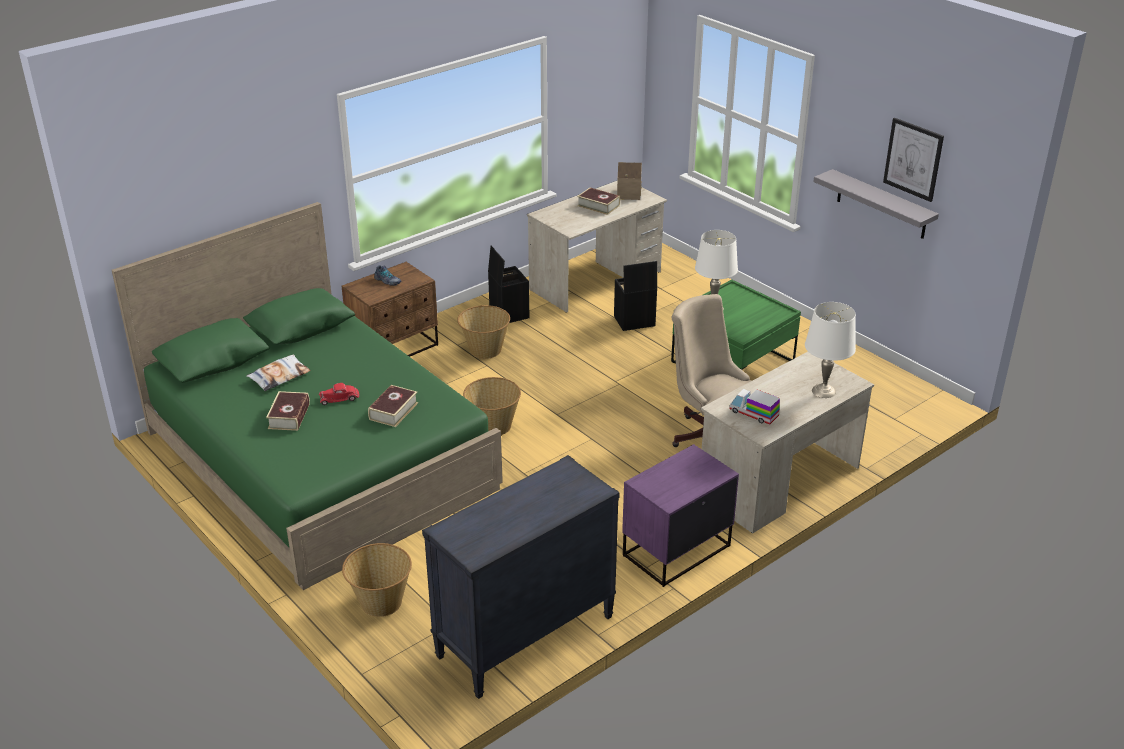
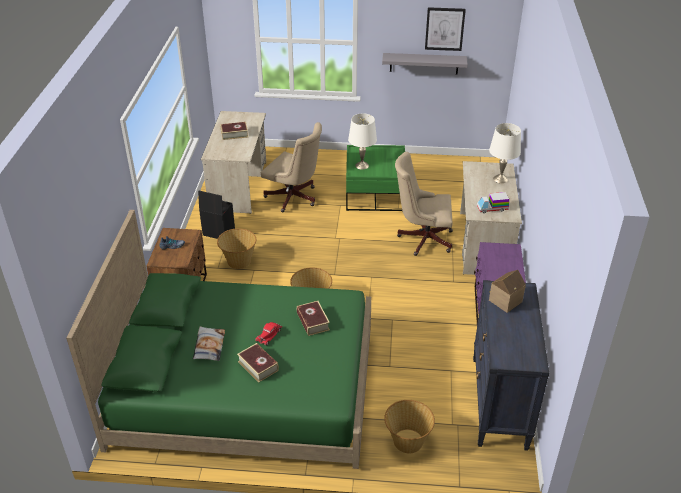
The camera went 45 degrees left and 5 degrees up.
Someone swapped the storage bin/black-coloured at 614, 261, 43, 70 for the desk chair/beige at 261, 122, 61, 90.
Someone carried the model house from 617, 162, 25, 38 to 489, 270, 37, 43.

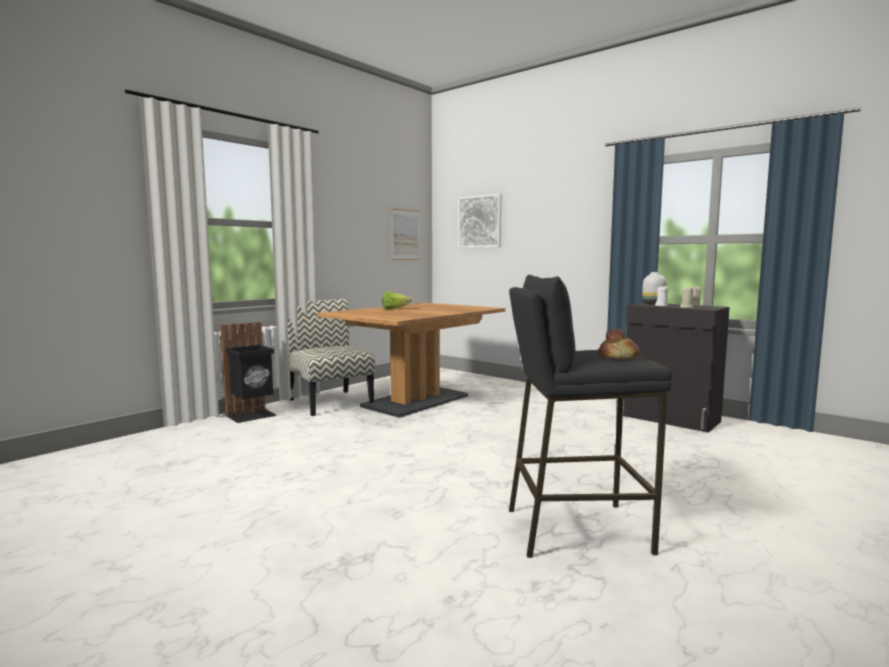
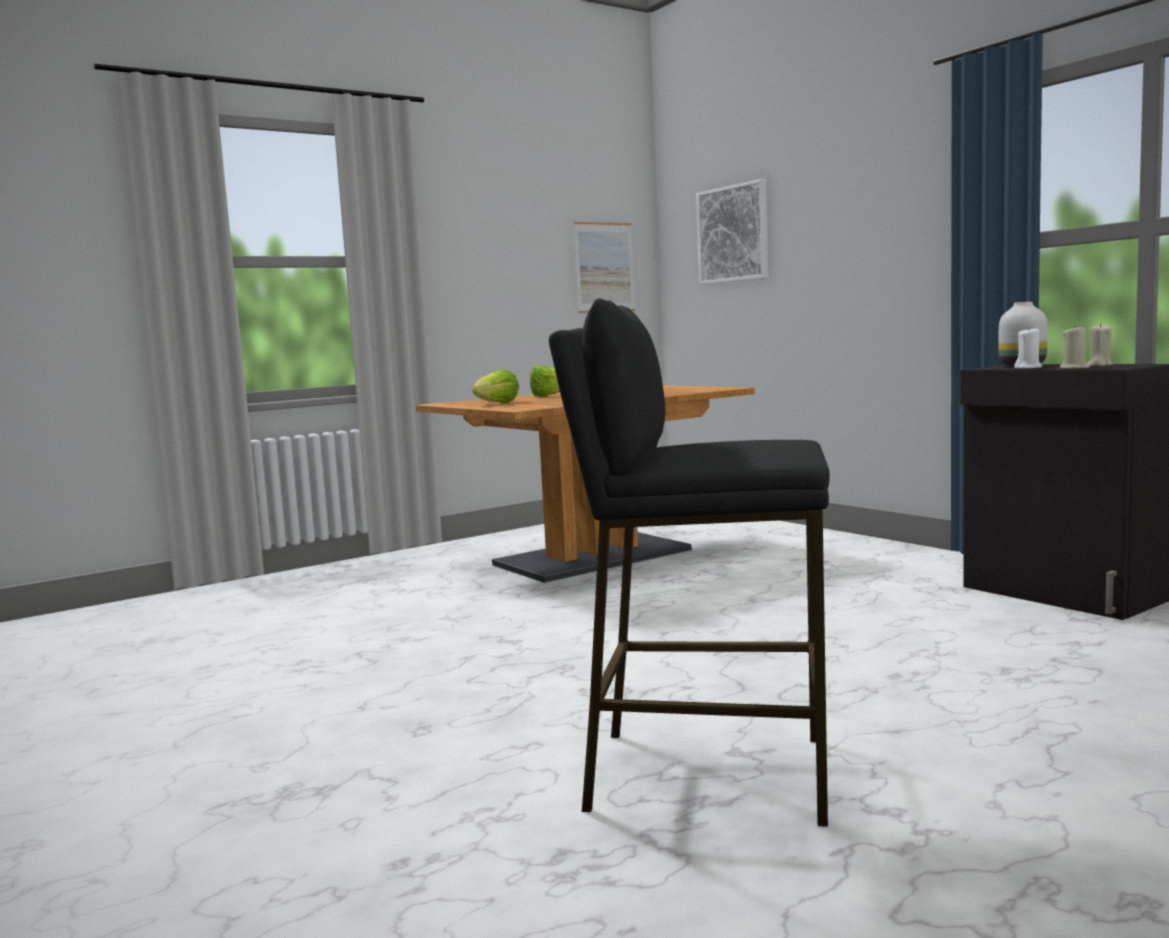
The camera went 15 degrees right and 0 degrees up.
Someone took away the waste bin/black-coloured at 220, 322, 57, 101.
Someone took away the plain chair at 288, 299, 87, 117.
Someone took away the bakery bread at 599, 328, 41, 31.
Someone put down the lettuce at 472, 369, 47, 34.

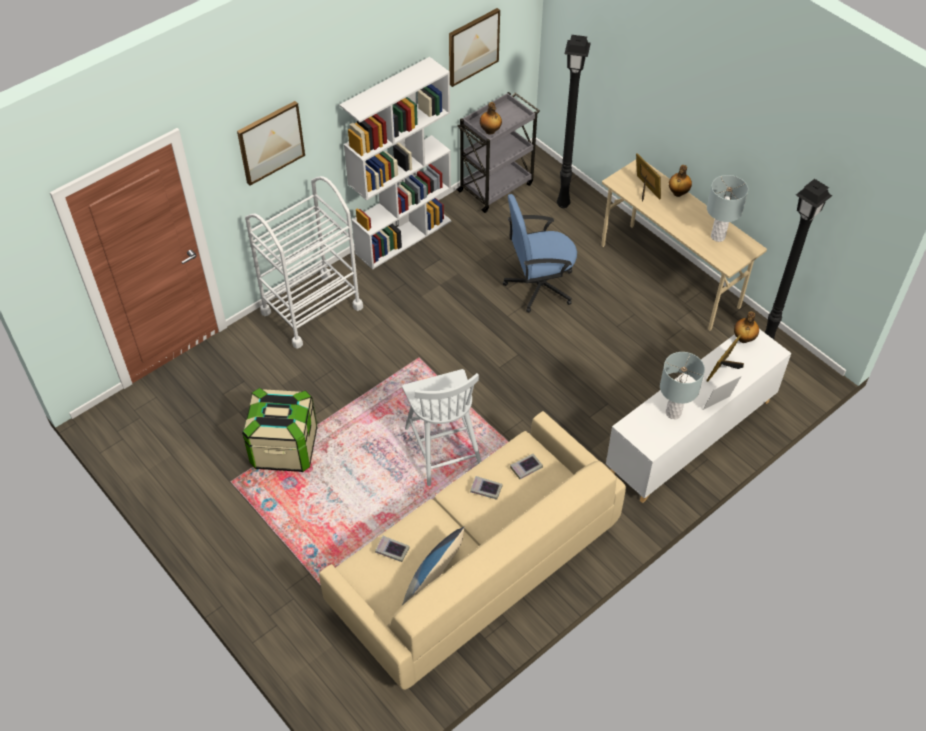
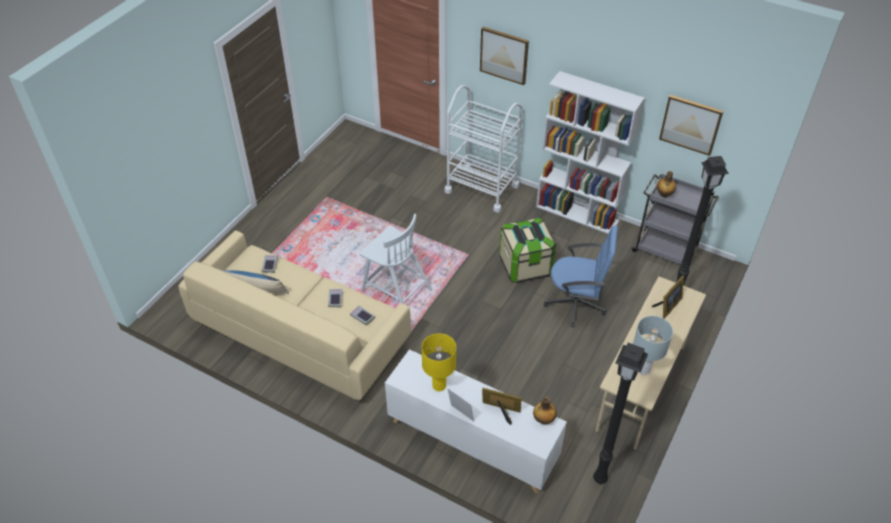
The camera went 70 degrees right and 5 degrees down.
Someone carried the storage bin from 242, 388, 76, 84 to 499, 217, 57, 66.
Someone rotated the plain chair/white at 402, 369, 80, 117 by 105 degrees counterclockwise.
Someone rotated the desk chair/blue at 503, 194, 74, 119 by 135 degrees clockwise.
Someone repainted the tabletop lamp/gray at 660, 352, 45, 67, which became the tabletop lamp/yellow-coloured at 421, 333, 35, 59.
Someone took away the drink bottle at 669, 165, 23, 32.

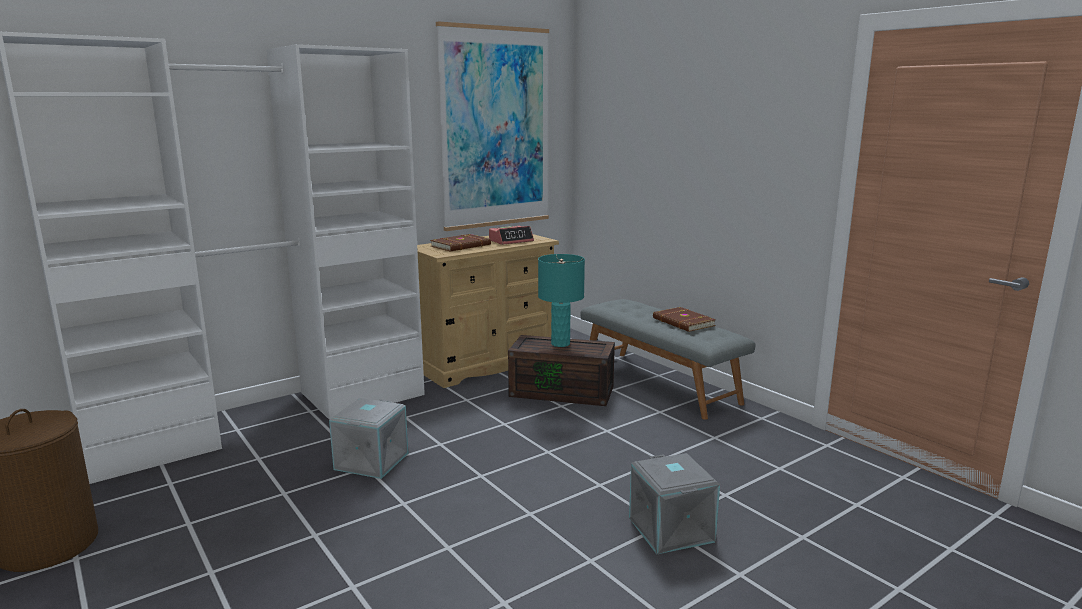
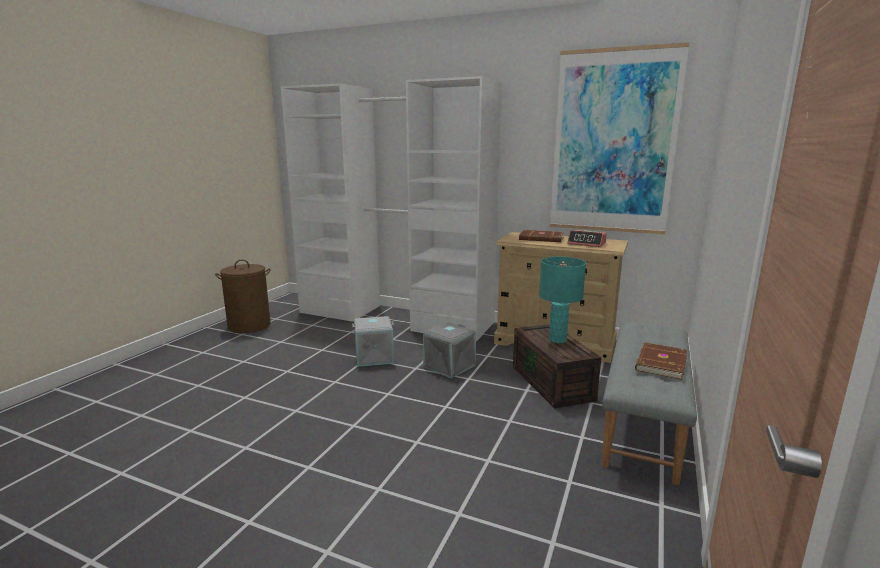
The camera went 60 degrees right and 0 degrees up.
Someone carried the storage bin/gray from 629, 453, 91, 101 to 423, 322, 53, 56.

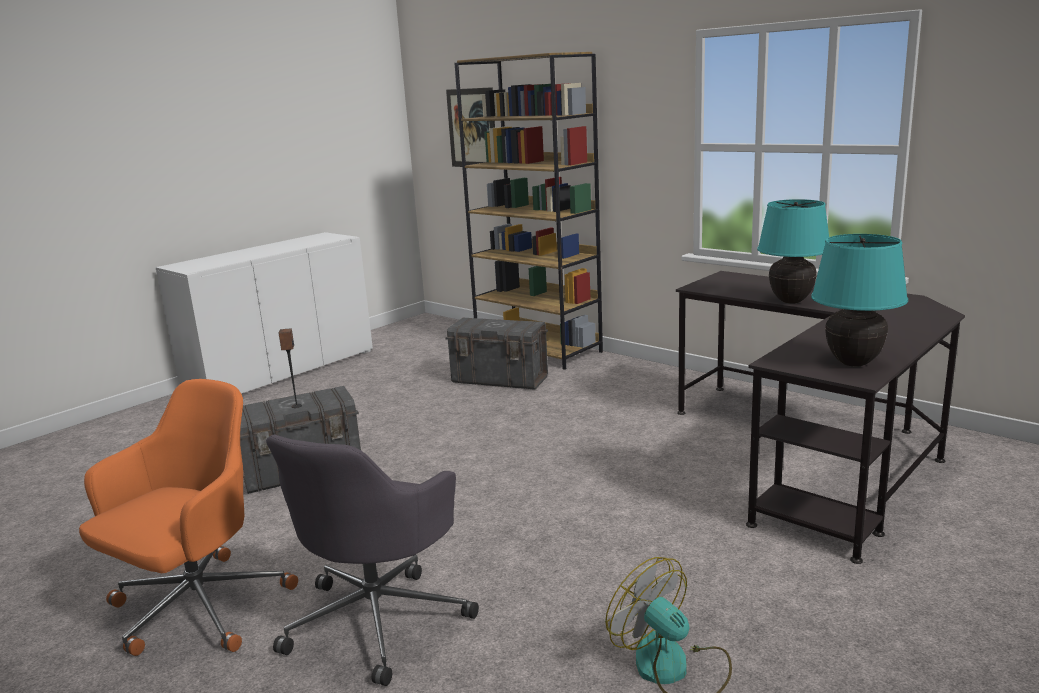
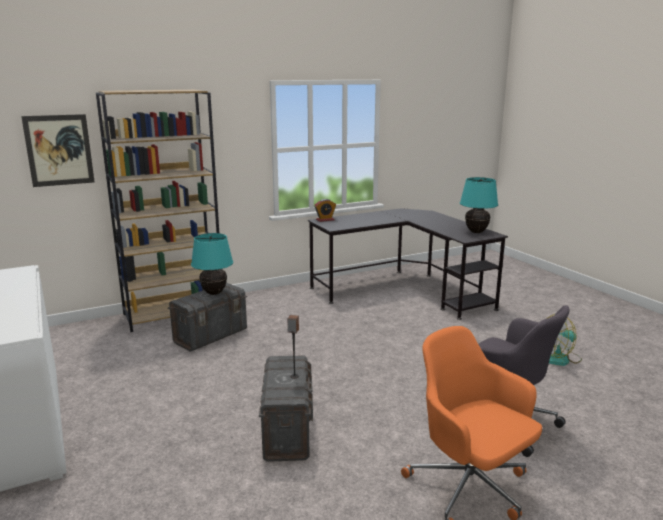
The camera went 70 degrees left and 0 degrees up.
Someone carried the tabletop lamp/blue-green from 757, 199, 72, 105 to 191, 233, 42, 62.
Someone put down the table clock at 314, 199, 22, 23.

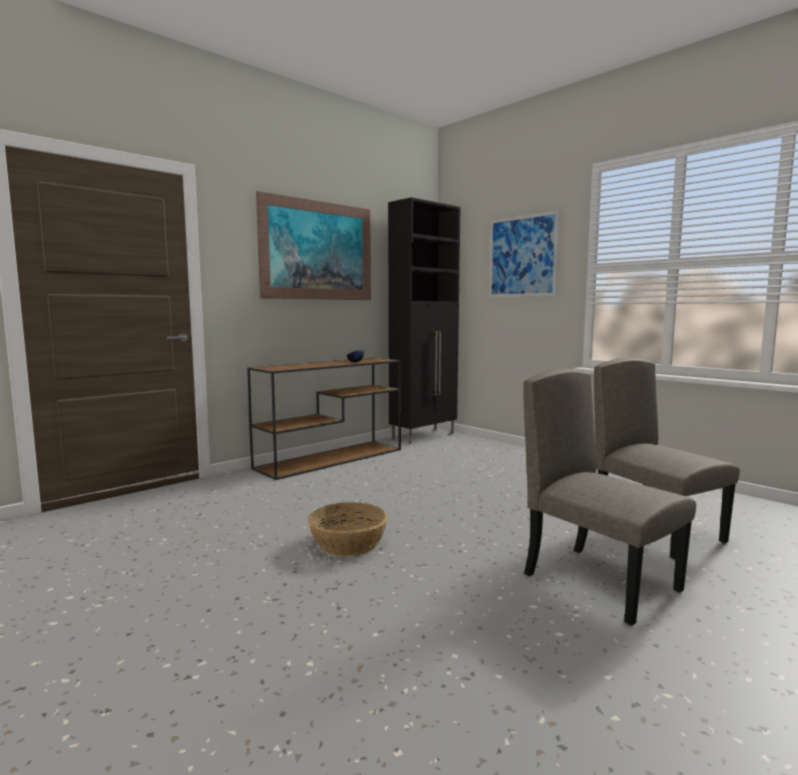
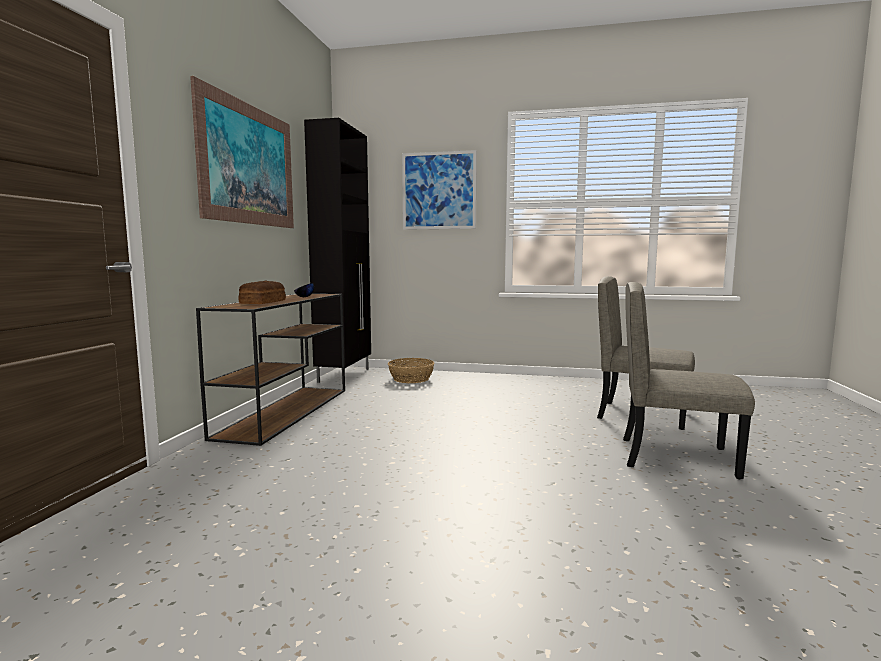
The camera went 35 degrees left and 0 degrees up.
Someone carried the basket from 308, 502, 80, 55 to 388, 358, 47, 25.
Someone put down the bakery bread at 239, 281, 47, 23.

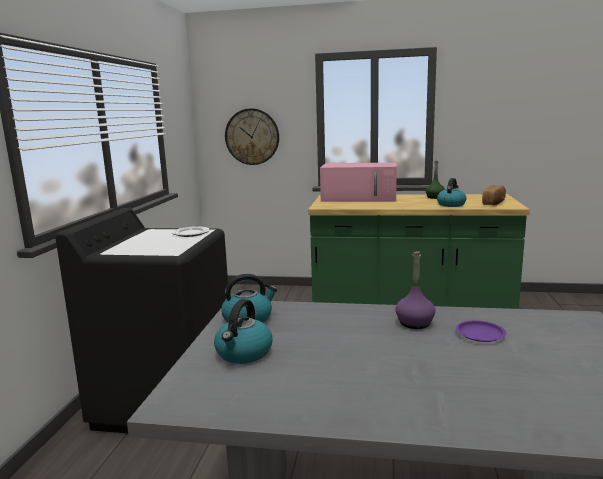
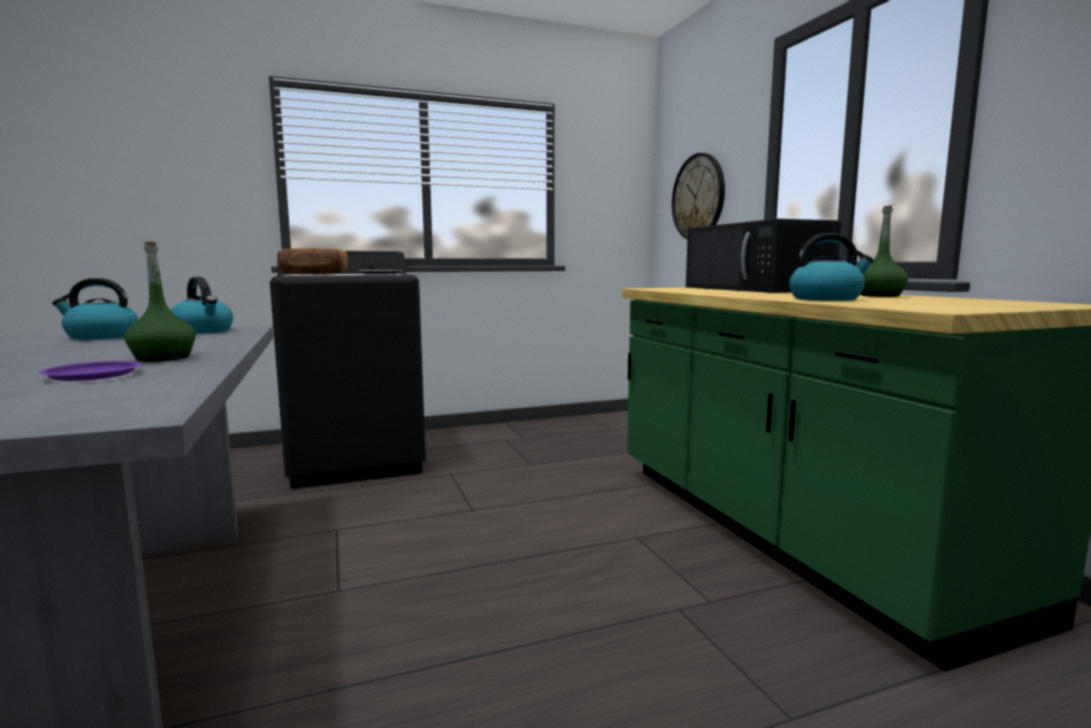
The camera went 60 degrees right and 5 degrees down.
Someone repainted the microwave/pinkish at 320, 162, 77, 40, which became the microwave/black-coloured at 686, 219, 156, 74.
Someone repainted the drink bottle/purple-coloured at 395, 251, 41, 78, which became the drink bottle/green at 124, 242, 72, 120.
Someone carried the bakery bread from 482, 185, 24, 21 to 278, 248, 70, 27.

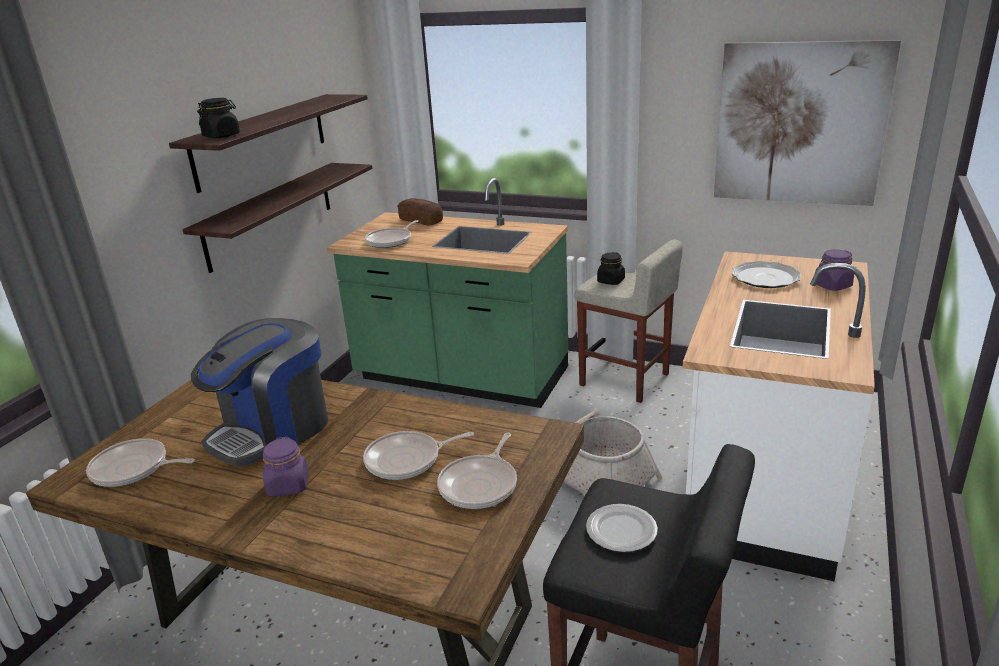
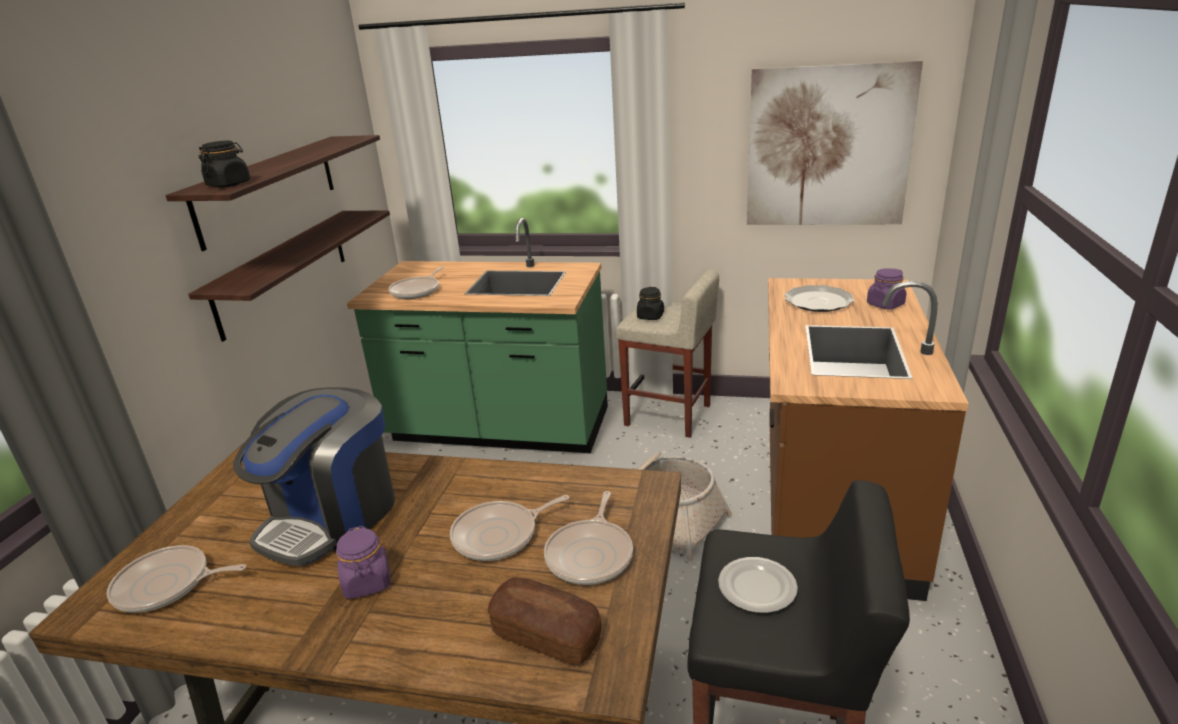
The camera went 10 degrees left and 0 degrees up.
Someone carried the bakery bread from 397, 198, 46, 27 to 488, 577, 114, 88.
Someone repainted the kitchen base unit/white at 683, 251, 192, 330, which became the kitchen base unit/brown at 768, 278, 200, 323.

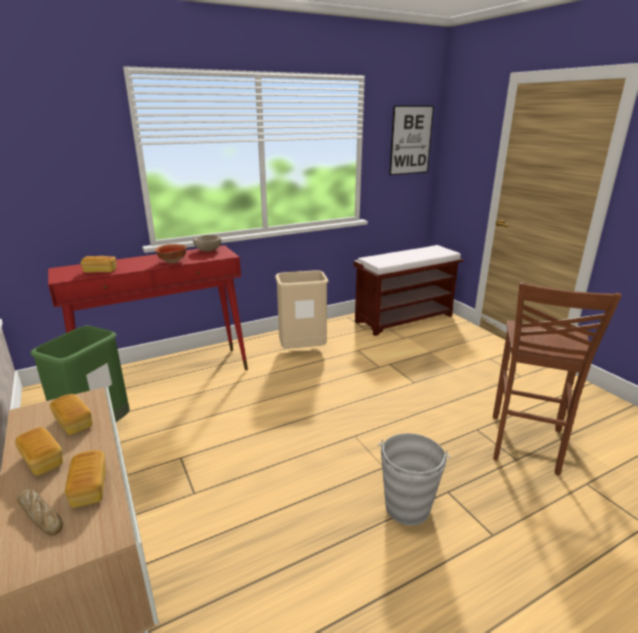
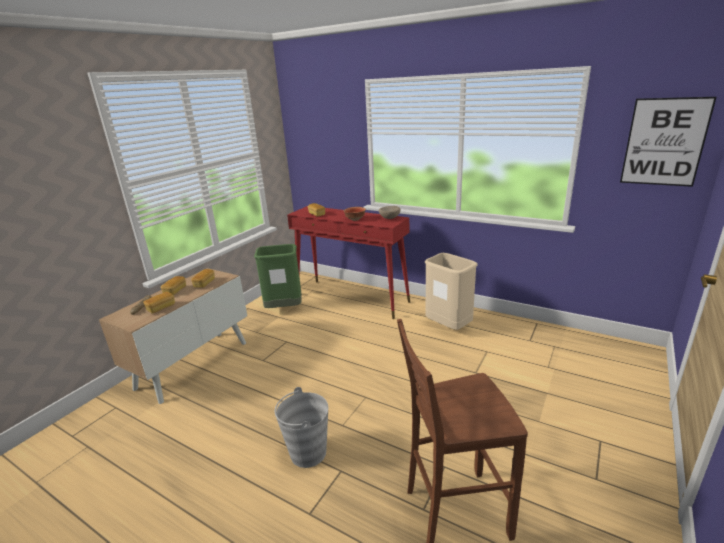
The camera went 60 degrees right and 0 degrees up.
Someone took away the long seat/brown at 353, 245, 110, 91.

